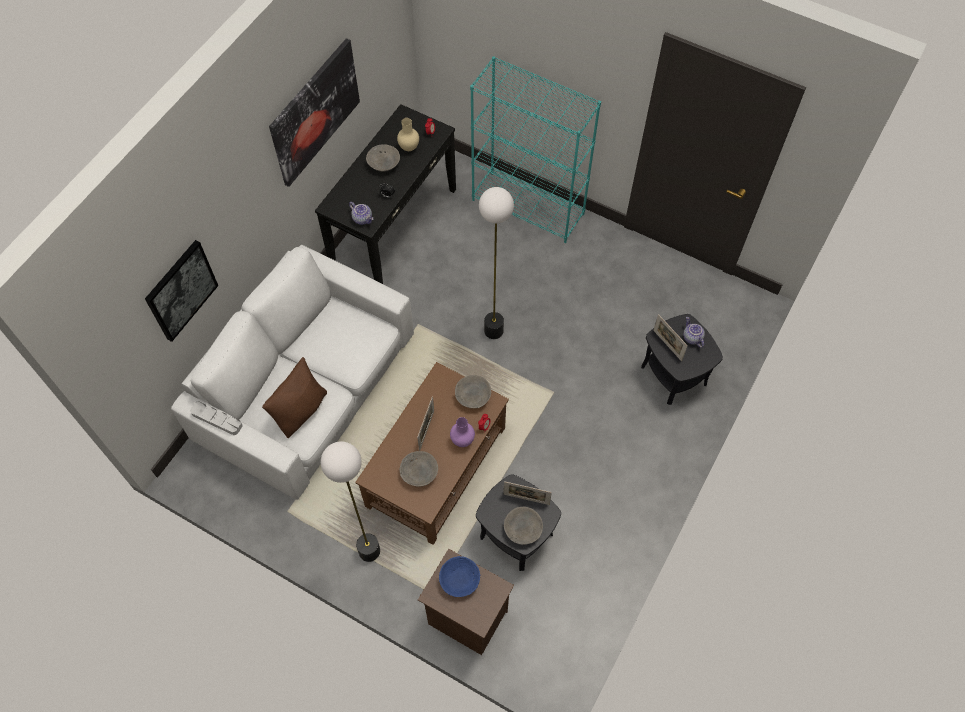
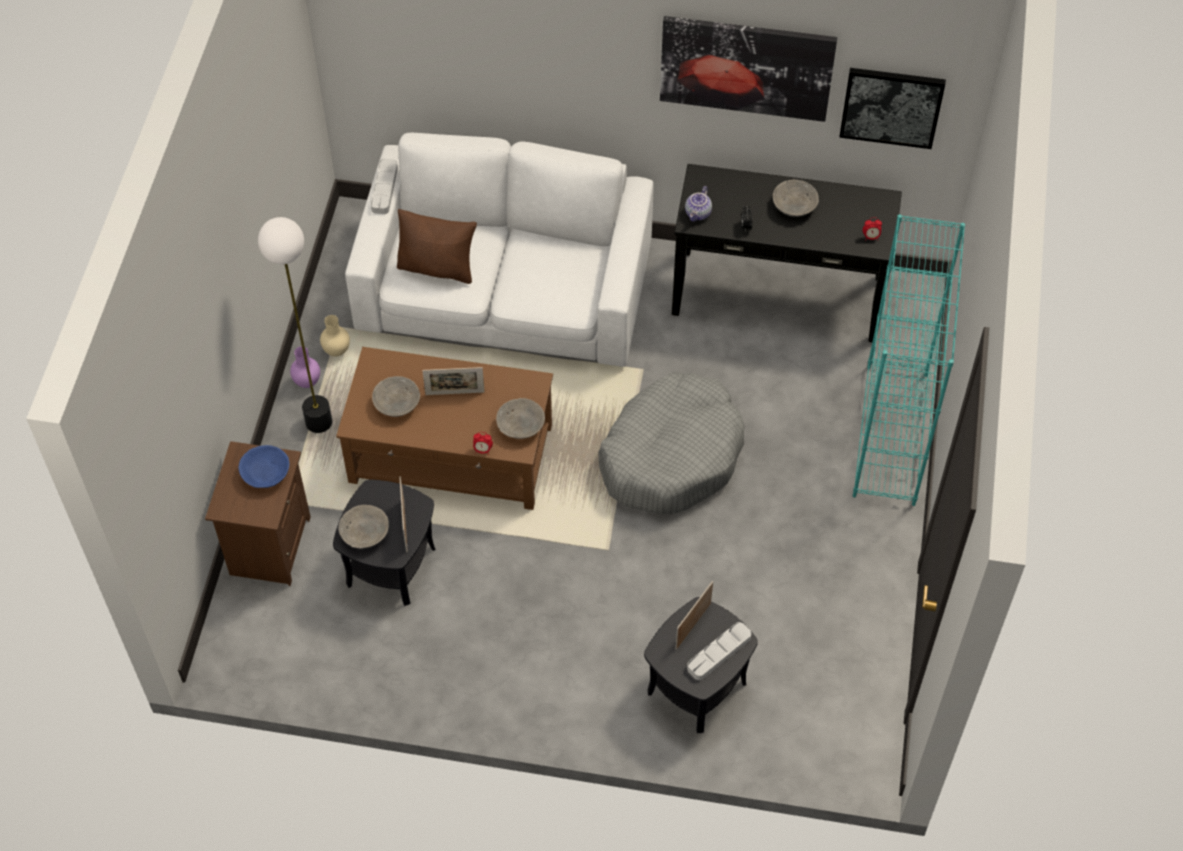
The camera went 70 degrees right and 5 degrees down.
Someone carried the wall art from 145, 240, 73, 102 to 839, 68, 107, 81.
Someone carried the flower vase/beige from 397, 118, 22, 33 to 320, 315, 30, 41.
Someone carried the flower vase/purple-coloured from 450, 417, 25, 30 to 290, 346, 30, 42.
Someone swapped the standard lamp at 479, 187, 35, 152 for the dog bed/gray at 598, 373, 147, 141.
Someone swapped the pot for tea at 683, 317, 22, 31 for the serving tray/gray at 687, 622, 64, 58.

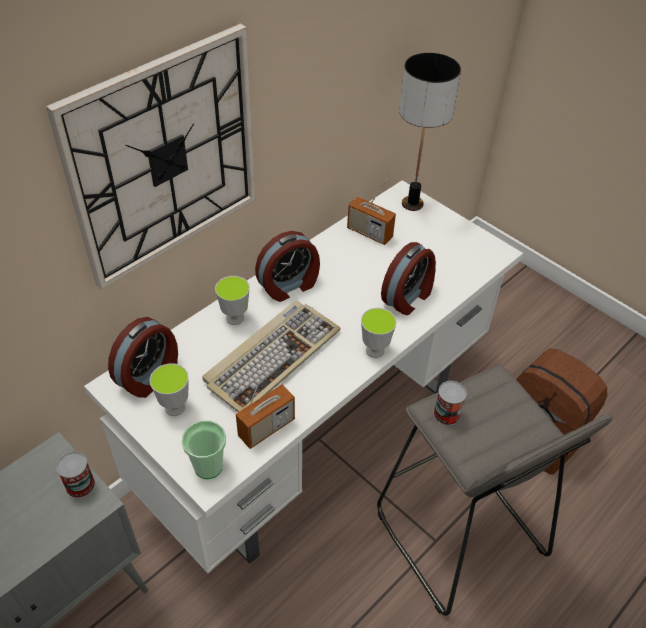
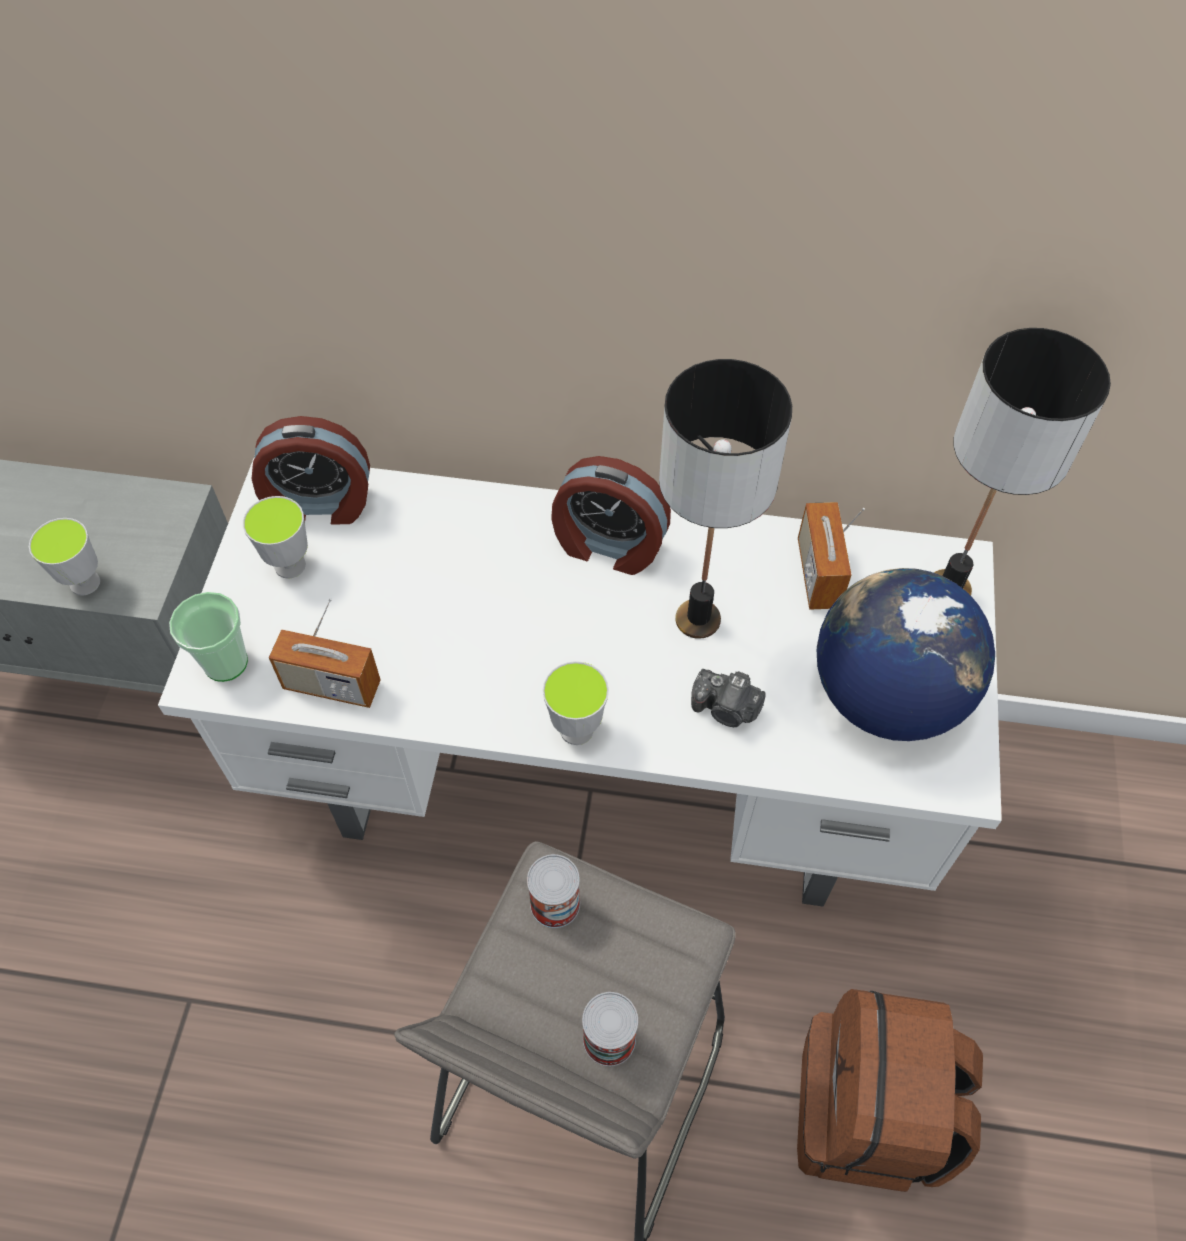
The camera went 55 degrees right and 10 degrees up.
Someone took away the clock on the wall at 46, 24, 210, 266.
Someone carried the sealed can from 56, 452, 39, 46 to 582, 992, 56, 74.
Someone took away the PC keyboard at 202, 300, 139, 112.
Someone carried the small cup from 215, 276, 35, 49 to 29, 518, 71, 78.
Someone swapped the table clock at 381, 242, 55, 73 for the photo camera at 691, 669, 74, 58.
Someone put down the tabletop lamp at 659, 359, 133, 280.
Someone put down the world globe at 817, 568, 178, 173.

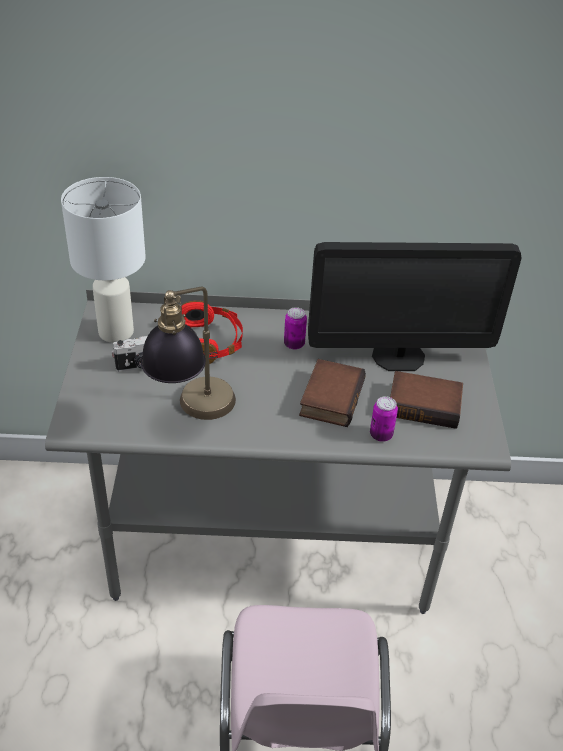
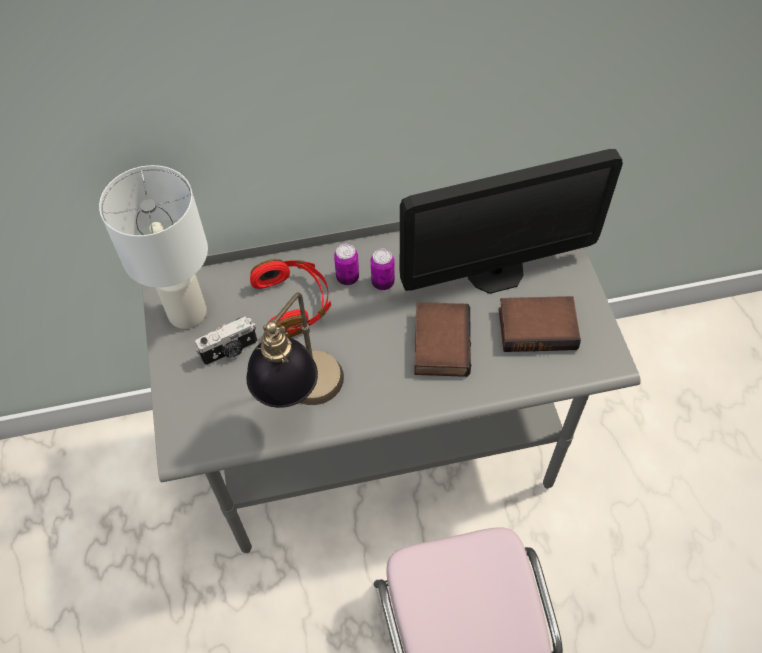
The camera went 10 degrees left and 15 degrees up.
Someone carried the sealed can from 370, 396, 28, 46 to 334, 244, 25, 41.

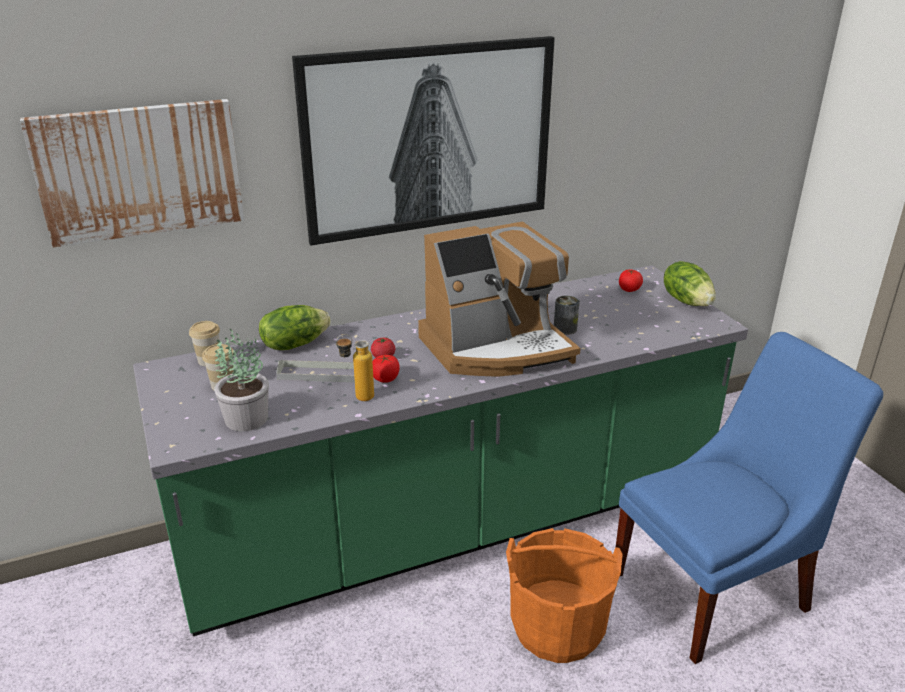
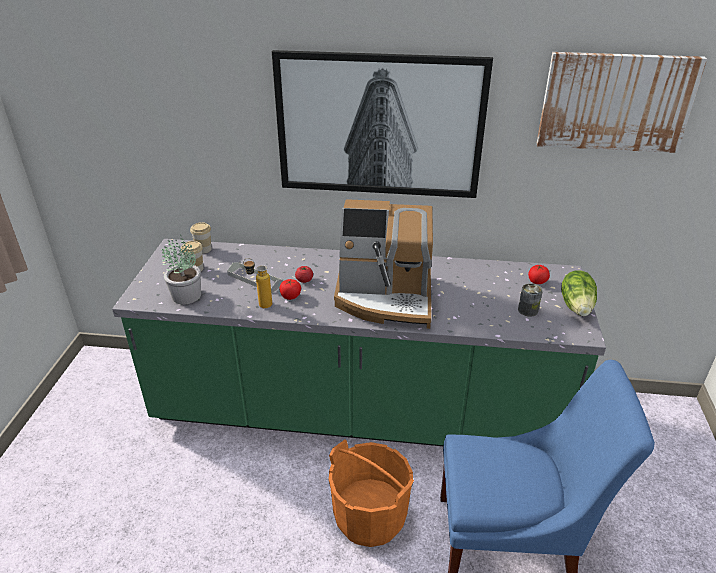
The camera went 30 degrees right and 5 degrees up.
Someone carried the wall art from 20, 99, 224, 148 to 537, 52, 170, 101.
Someone took away the lettuce at 259, 305, 72, 45.
Someone carried the sealed can from 554, 296, 26, 39 to 518, 283, 25, 34.

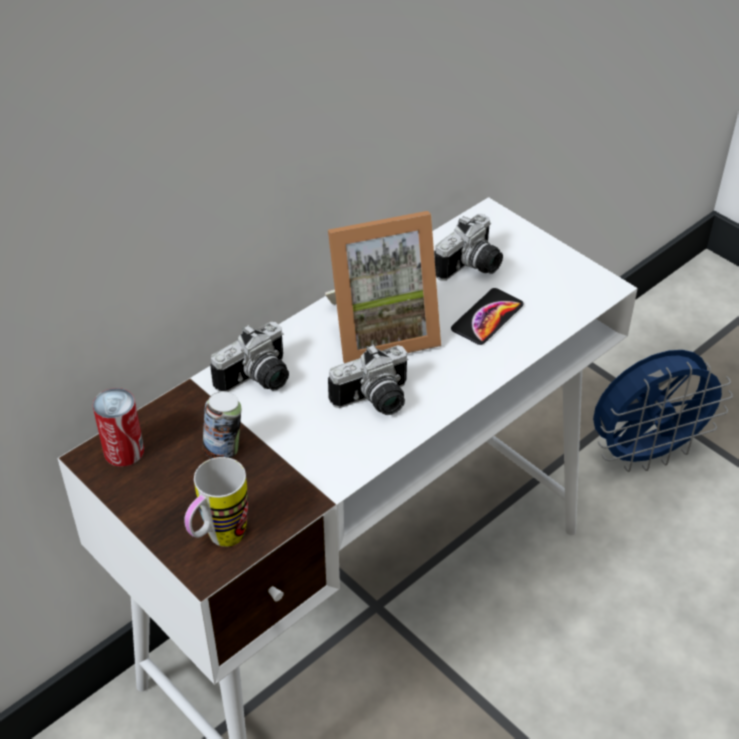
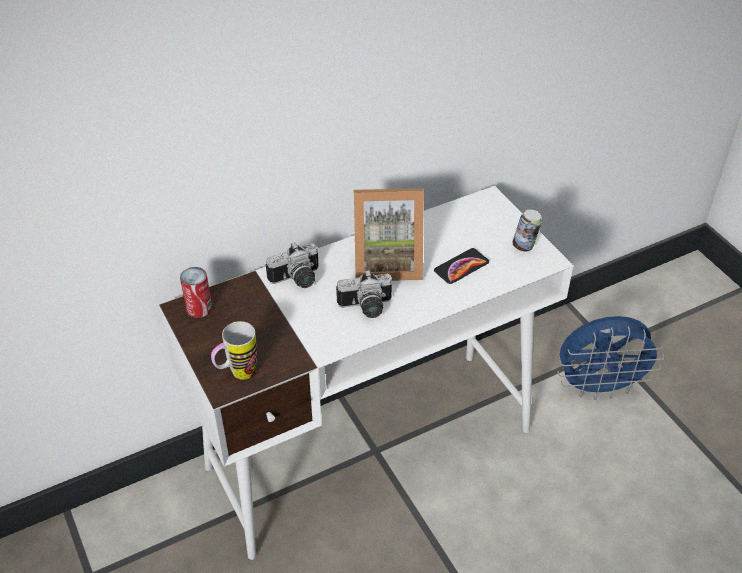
The camera went 15 degrees right and 0 degrees up.
Someone carried the sealed can from 202, 391, 40, 67 to 512, 209, 30, 43.
Someone took away the photo camera at 434, 214, 69, 67.

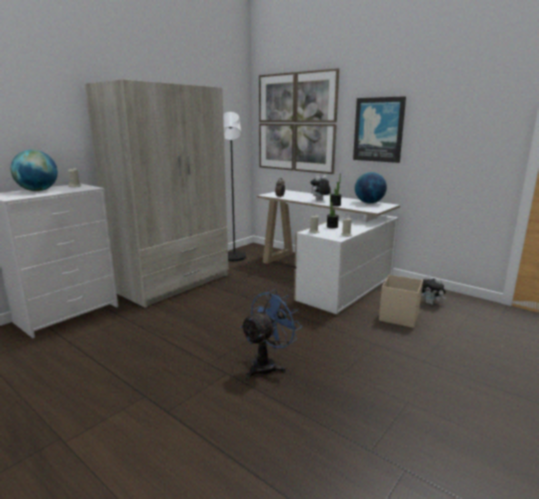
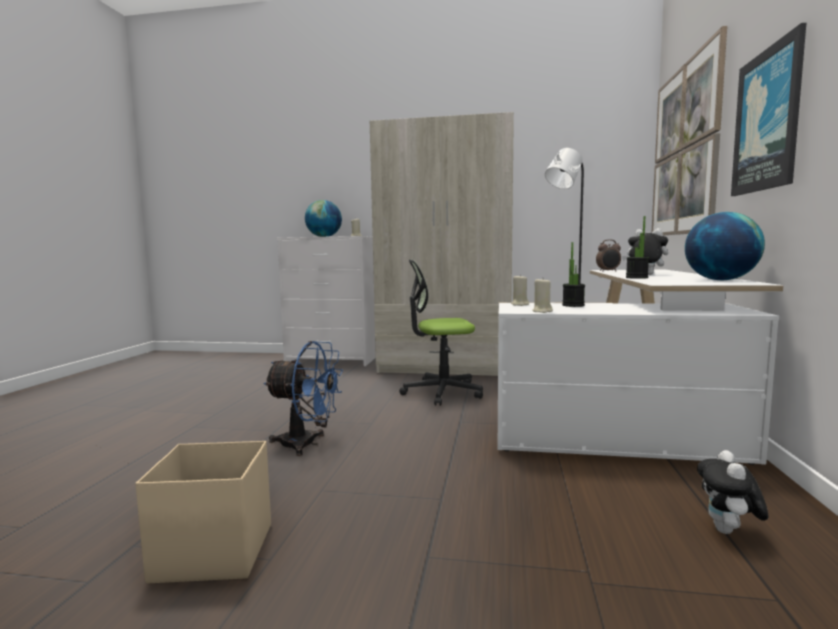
The camera went 60 degrees right and 10 degrees down.
Someone carried the storage bin/beige from 379, 275, 44, 53 to 135, 441, 136, 142.
Someone put down the desk chair at 399, 260, 84, 146.

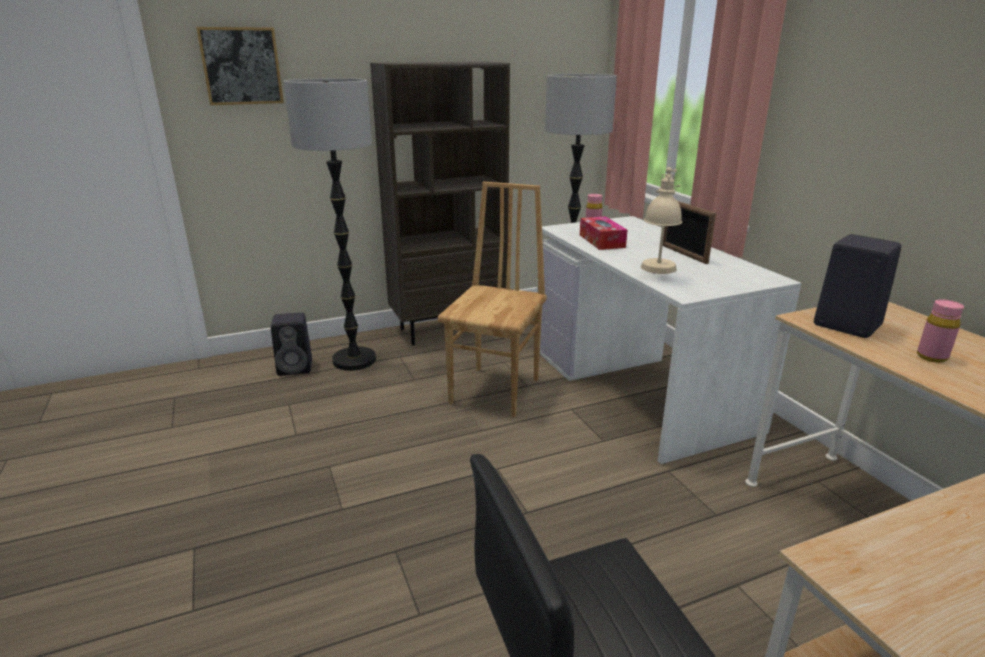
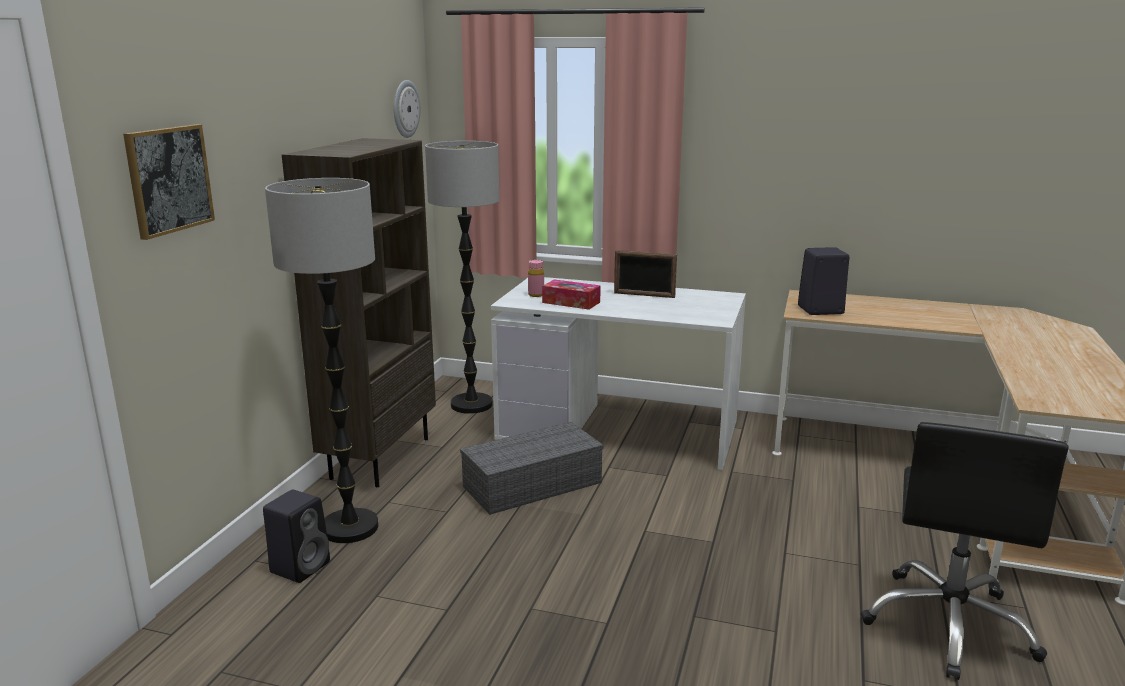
The camera went 50 degrees left and 5 degrees down.
Someone swapped the plain chair/brown at 438, 182, 109, 235 for the storage bin/gray at 460, 422, 144, 93.
Someone took away the tabletop lamp/beige at 641, 167, 41, 107.
Someone took away the drink bottle/pinkish at 917, 299, 47, 64.
Someone put up the clock on the wall at 394, 80, 26, 58.

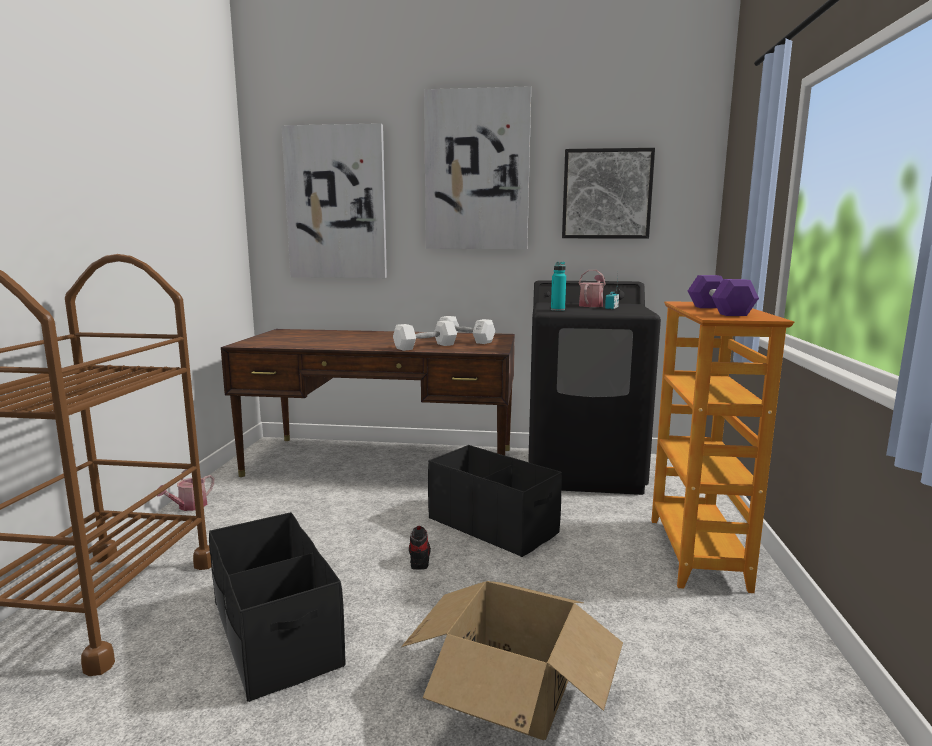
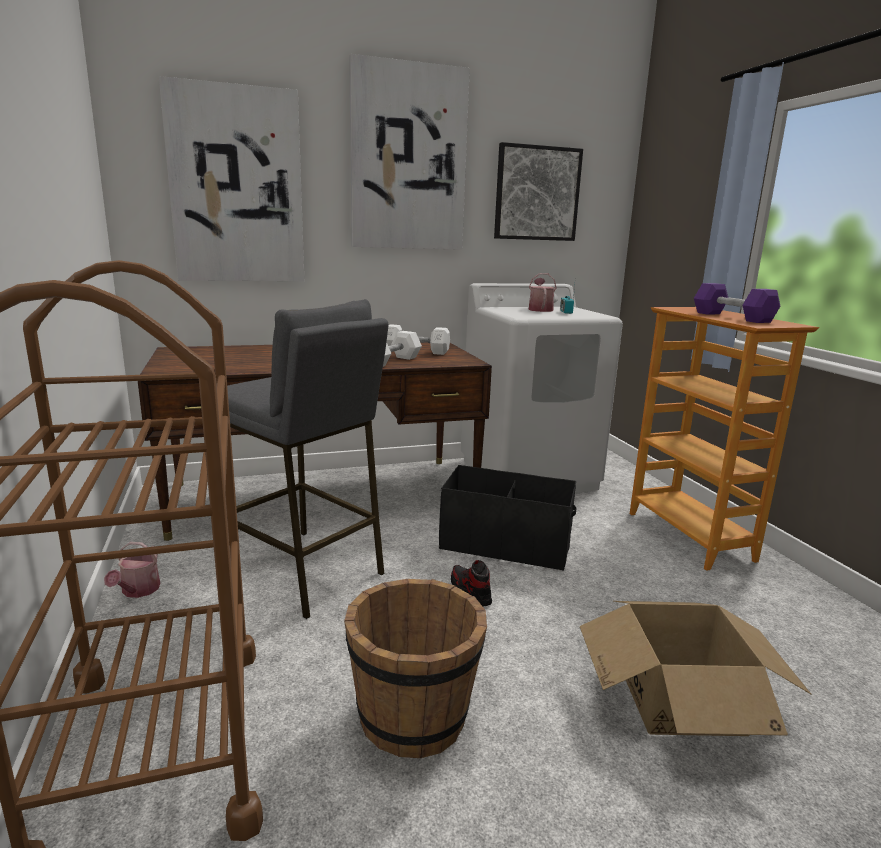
The camera went 25 degrees left and 5 degrees up.
Someone swapped the storage bin/black-coloured at 209, 512, 137, 190 for the bucket/brown at 344, 579, 143, 179.
Someone repainted the laundry machine/black-coloured at 528, 280, 133, 215, which became the laundry machine/white at 461, 283, 162, 210.
Someone took away the drink bottle/blue-green at 551, 262, 15, 49.
Someone put down the stool/gray at 227, 299, 161, 320.

